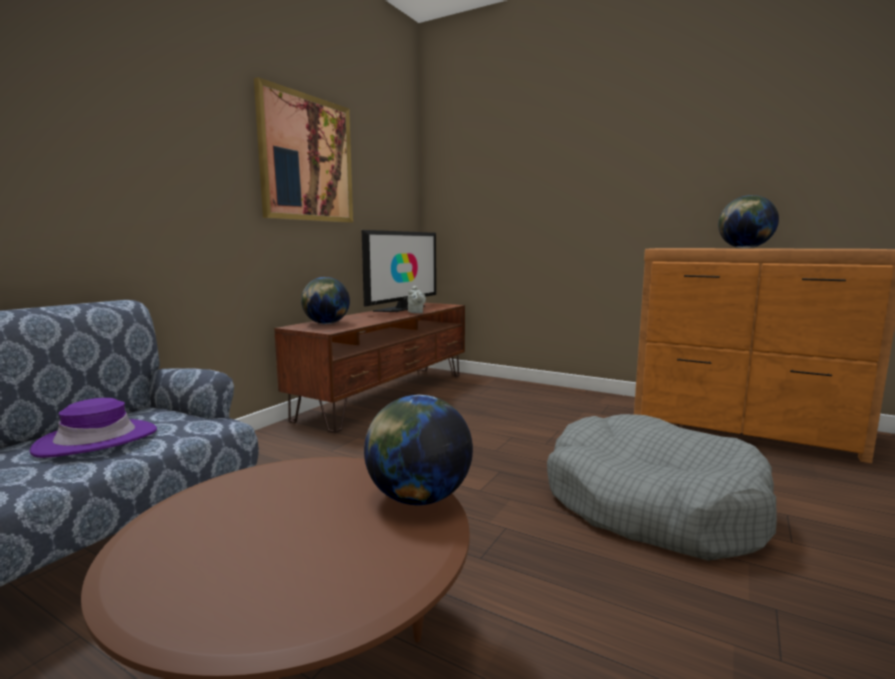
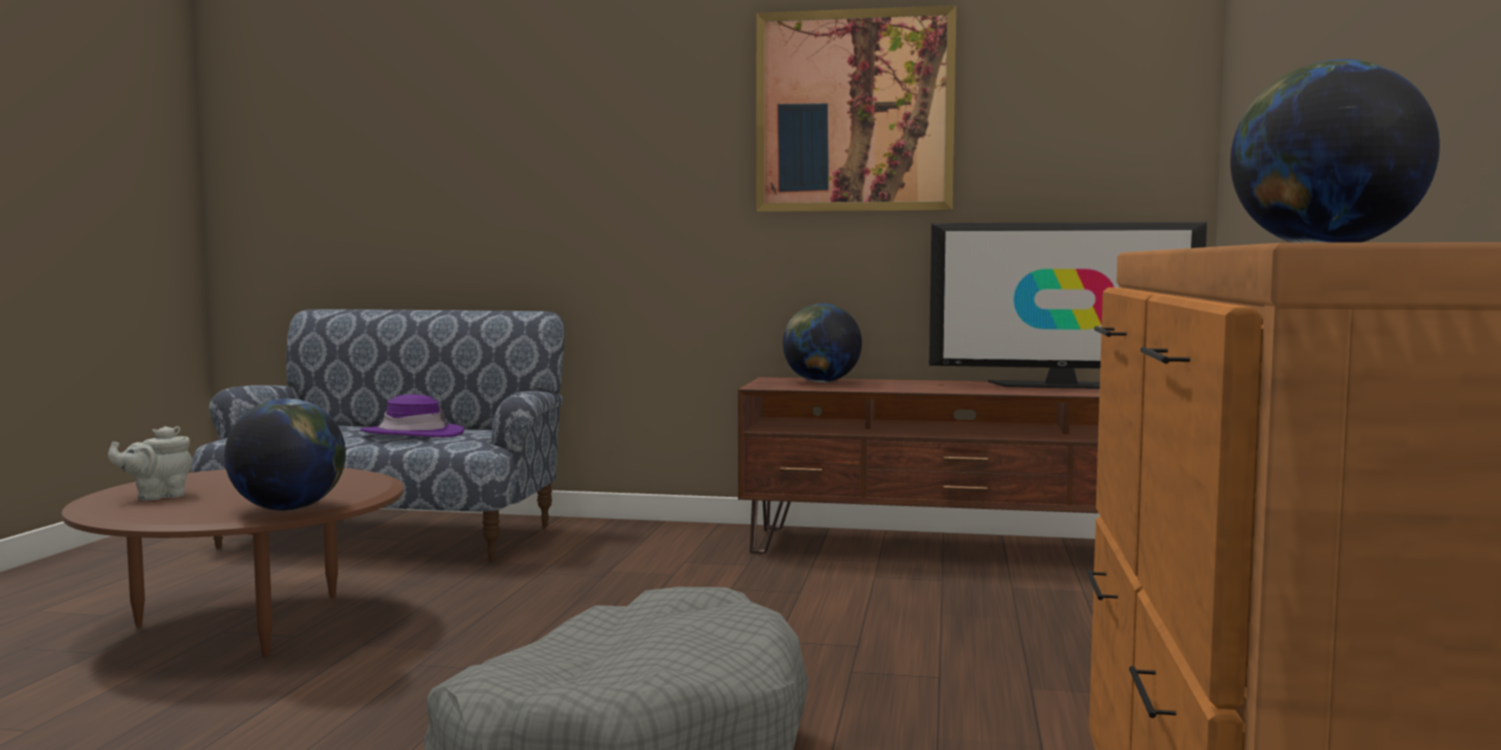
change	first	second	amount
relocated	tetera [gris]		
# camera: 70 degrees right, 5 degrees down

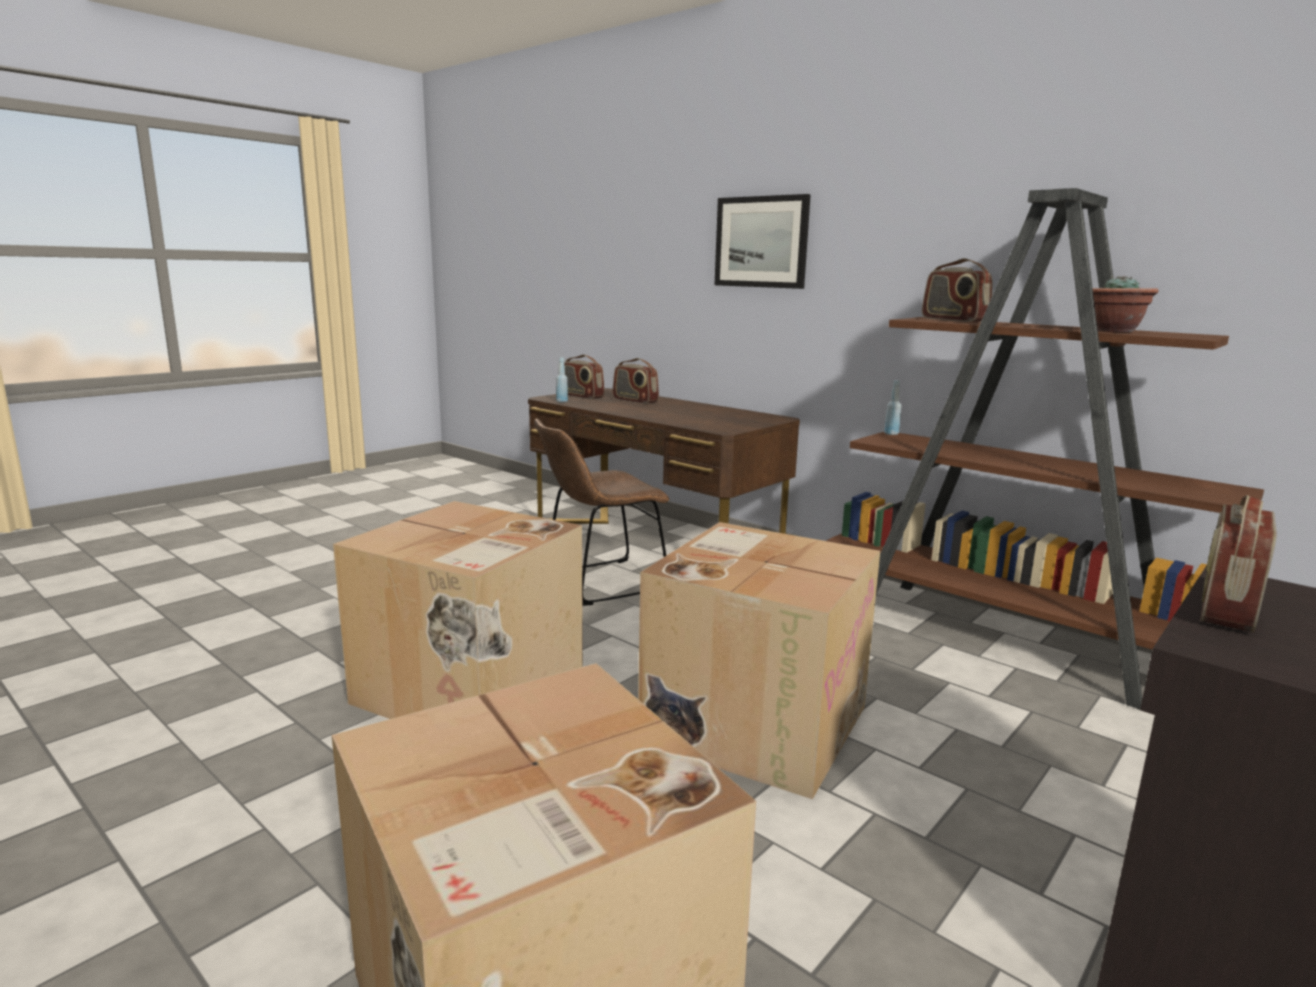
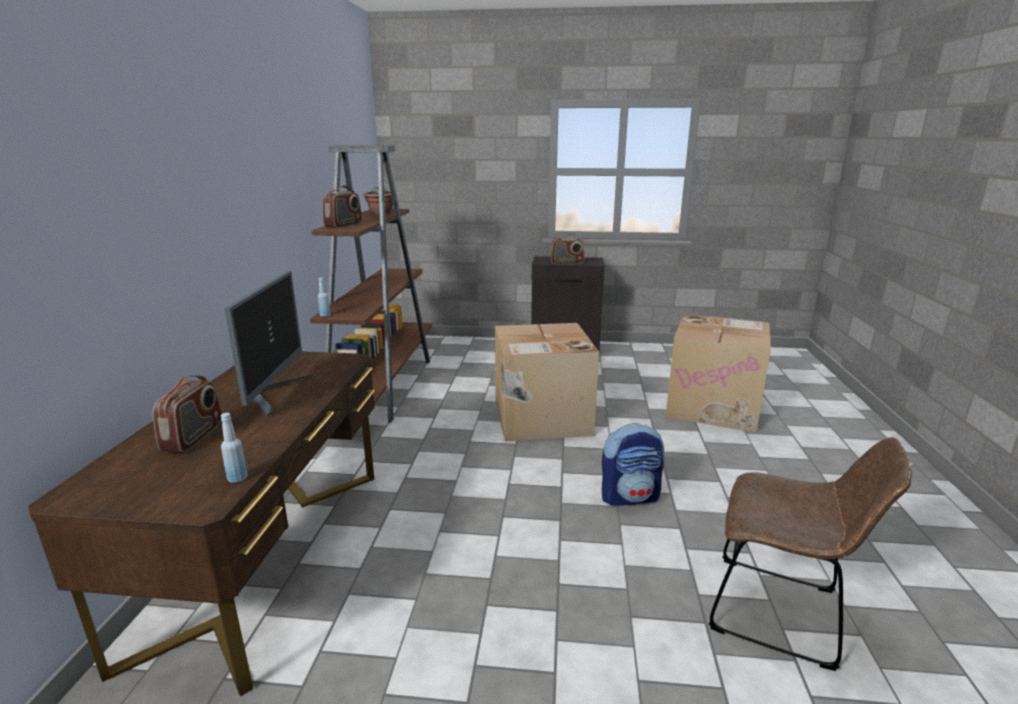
change	first	second	amount
missing	cuadro		
missing	radio (no. 1 from left)		
relocated	silla [marrón]		
exchanged	caja de cartón (no. 1 from left)	mochila	
appeared		monitor	
# camera: 125 degrees left, 5 degrees up

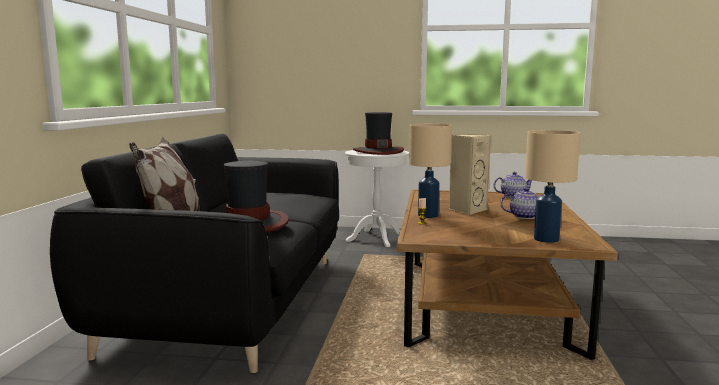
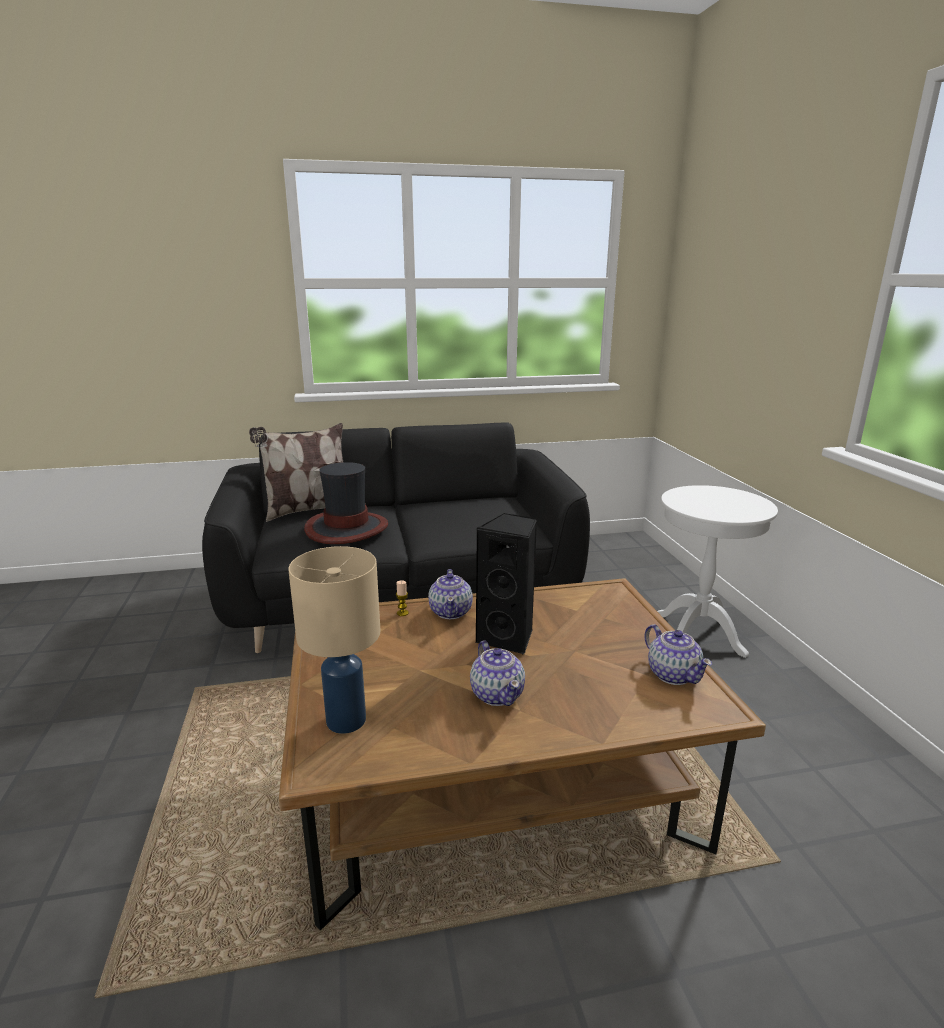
change	first	second	amount
missing	sombrero (no. 2 from left)		
exchanged	lámpara de mesa [beis] (no. 1 from left)	tetera (no. 1 from left)	
colour	altavoz [beis]	altavoz [negro]	
# camera: 70 degrees right, 10 degrees up

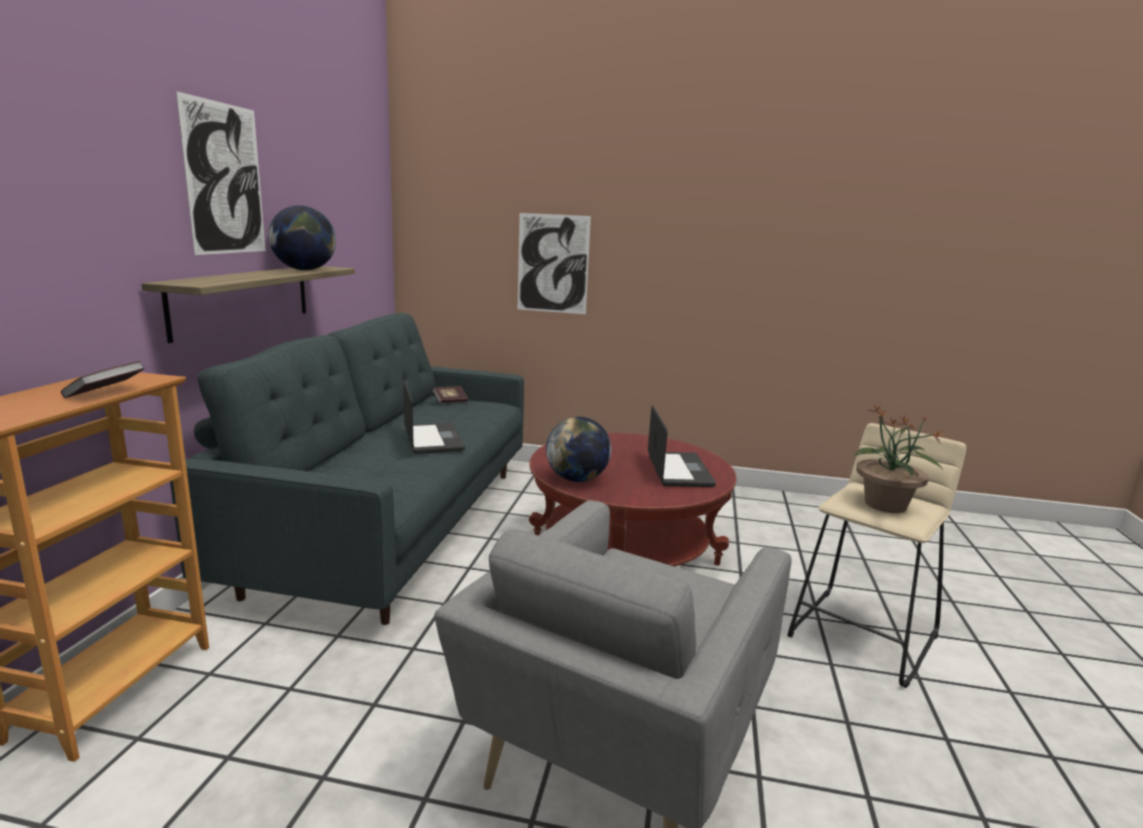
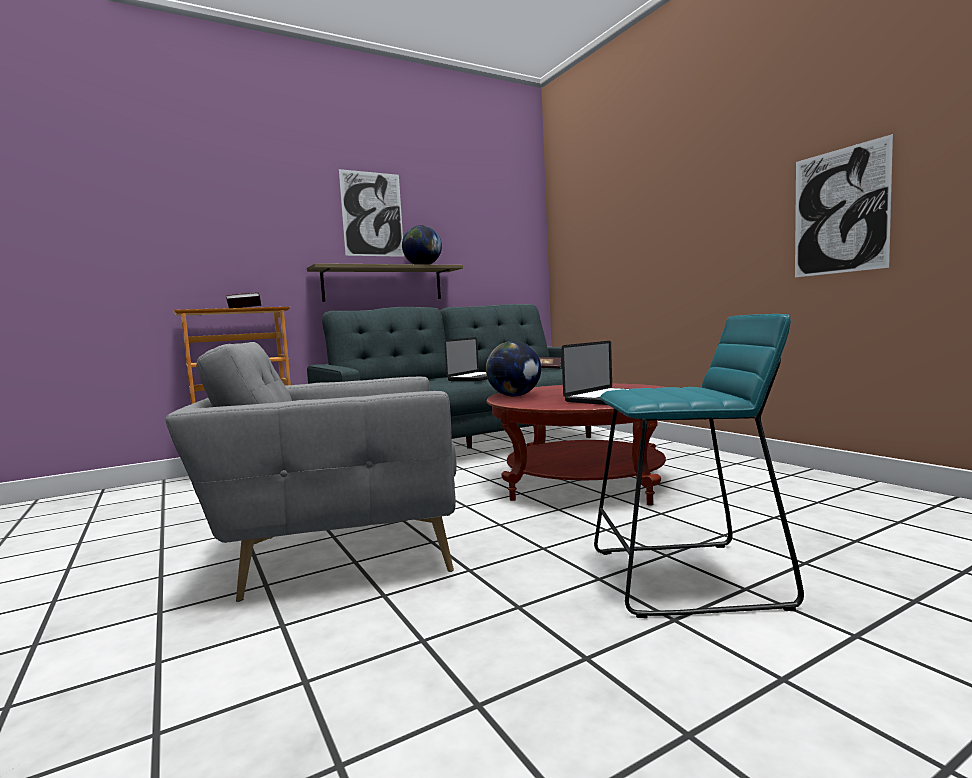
change	first	second	amount
relocated	cuadro (no. 2 from left)		
missing	planta en maceta		
colour	taburete [beis]	taburete [turquesa]	
# camera: 50 degrees right, 10 degrees down

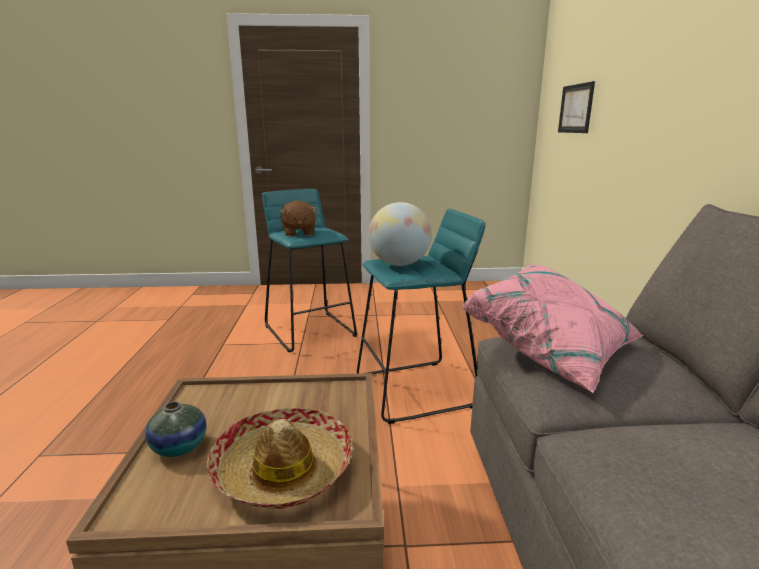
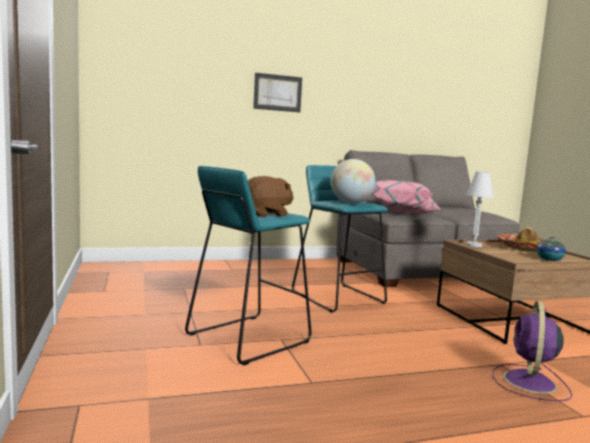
change	first	second	amount
relocated	cuadro		
appeared		lámpara de mesa [blanco]	
appeared		ventilador [morado]	
# camera: 105 degrees left, 10 degrees down

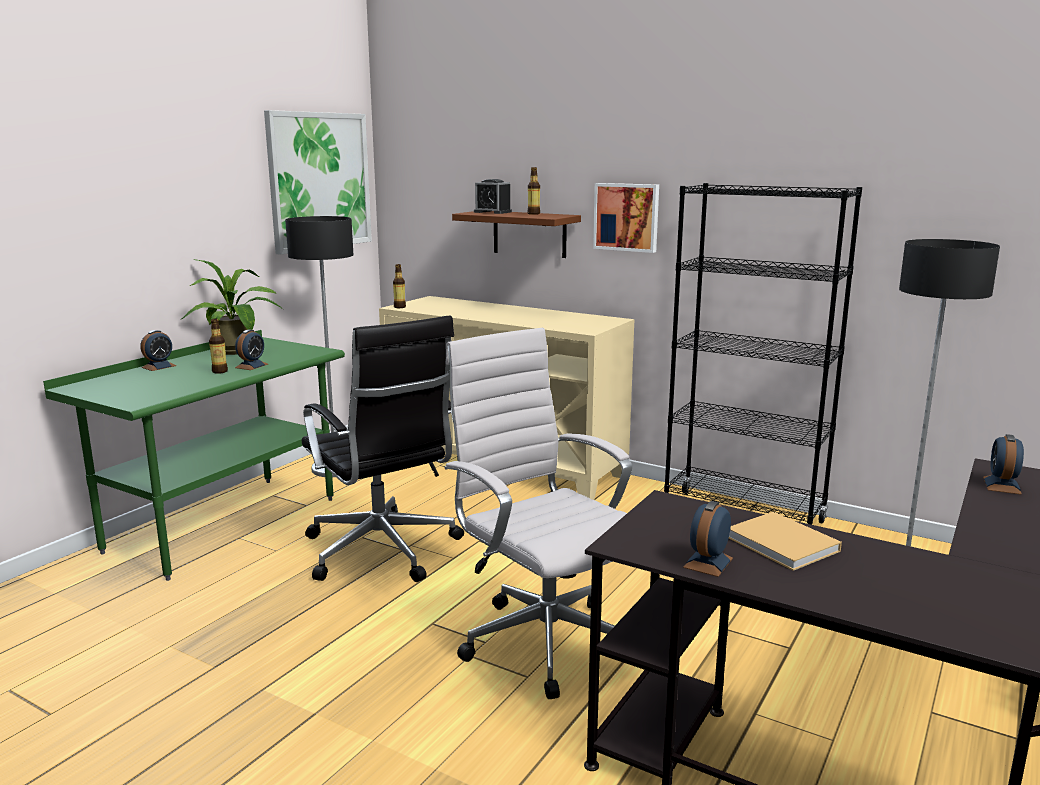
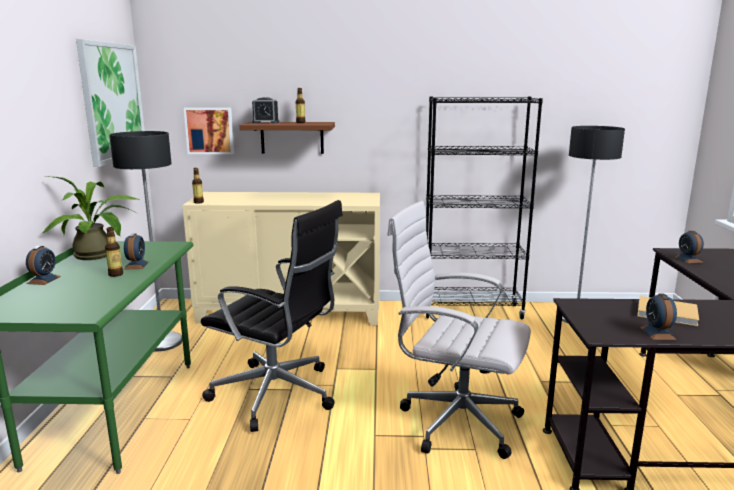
change	first	second	amount
relocated	cuadro (no. 2 from left)		
# camera: 30 degrees left, 0 degrees up

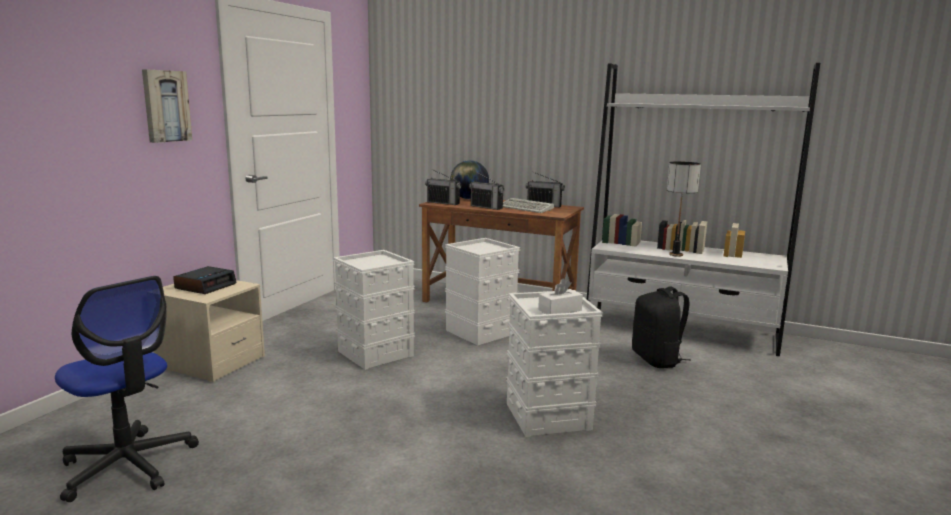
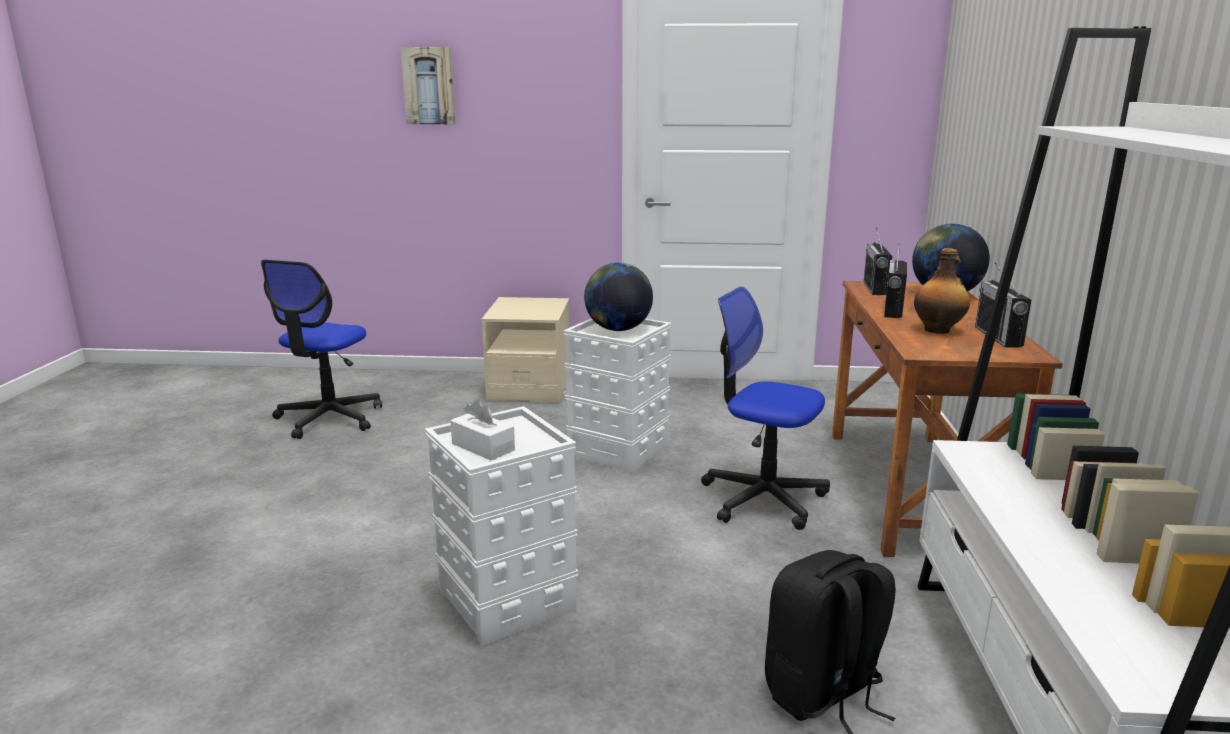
change	first	second	amount
relocated	cuadro		
missing	lámpara de mesa		
exchanged	teclado	botella	
exchanged	caja de almacenaje [blanco] (no. 2 from left)	silla de oficina (no. 2 from left)	
missing	despertador		
appeared		globo terráqueo (no. 1 from left)	
# camera: 70 degrees right, 5 degrees up

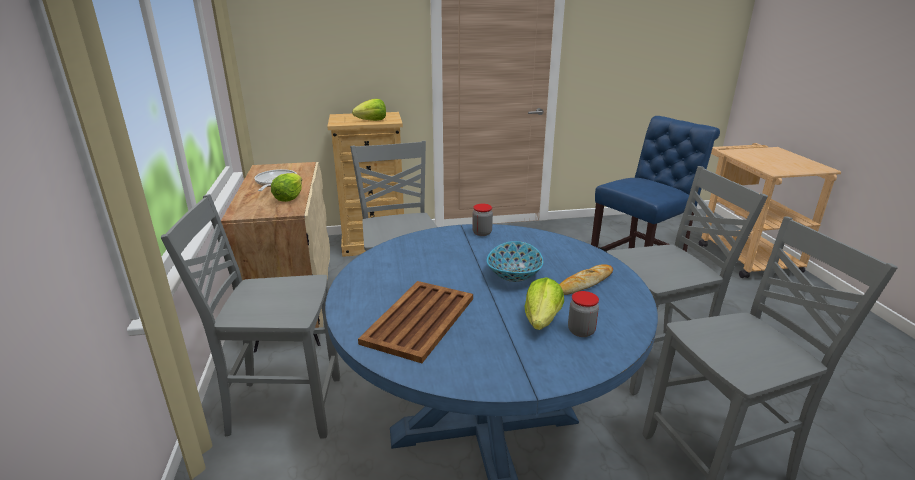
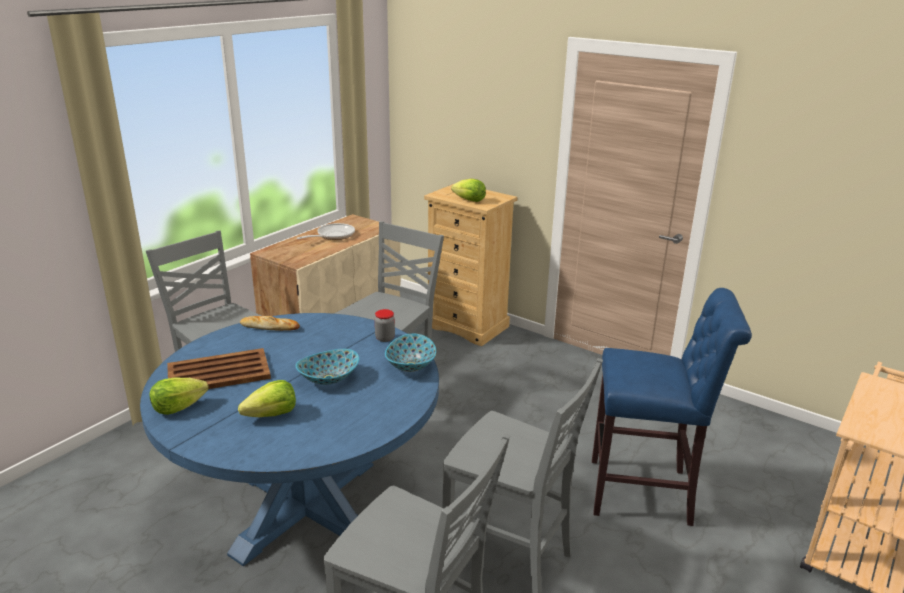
change	first	second	amount
relocated	lechuga (no. 1 from left)		
relocated	pan		
missing	tarro (no. 2 from left)		
appeared		cuenco (no. 2 from left)	
# camera: 45 degrees right, 0 degrees up

